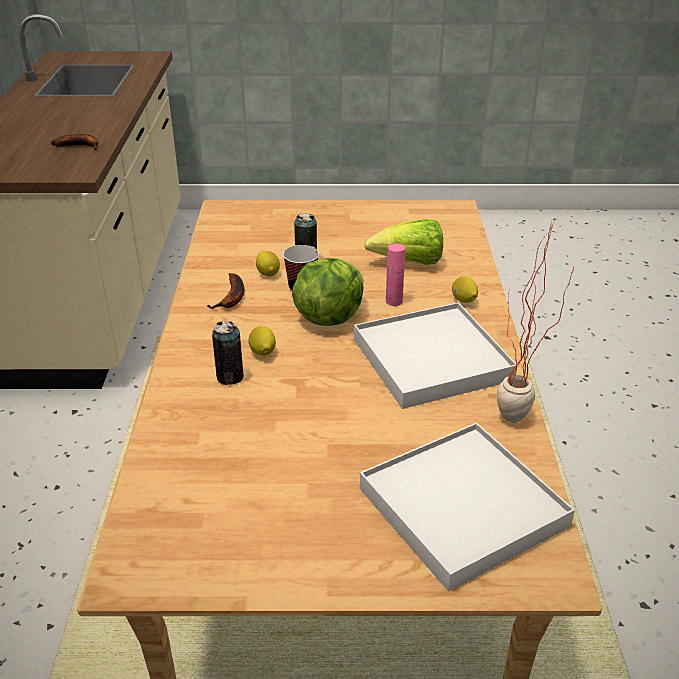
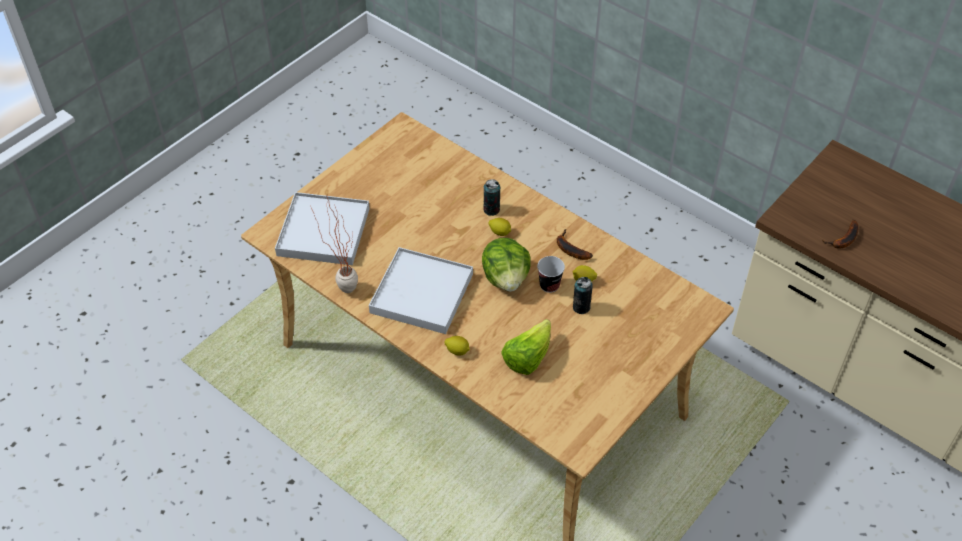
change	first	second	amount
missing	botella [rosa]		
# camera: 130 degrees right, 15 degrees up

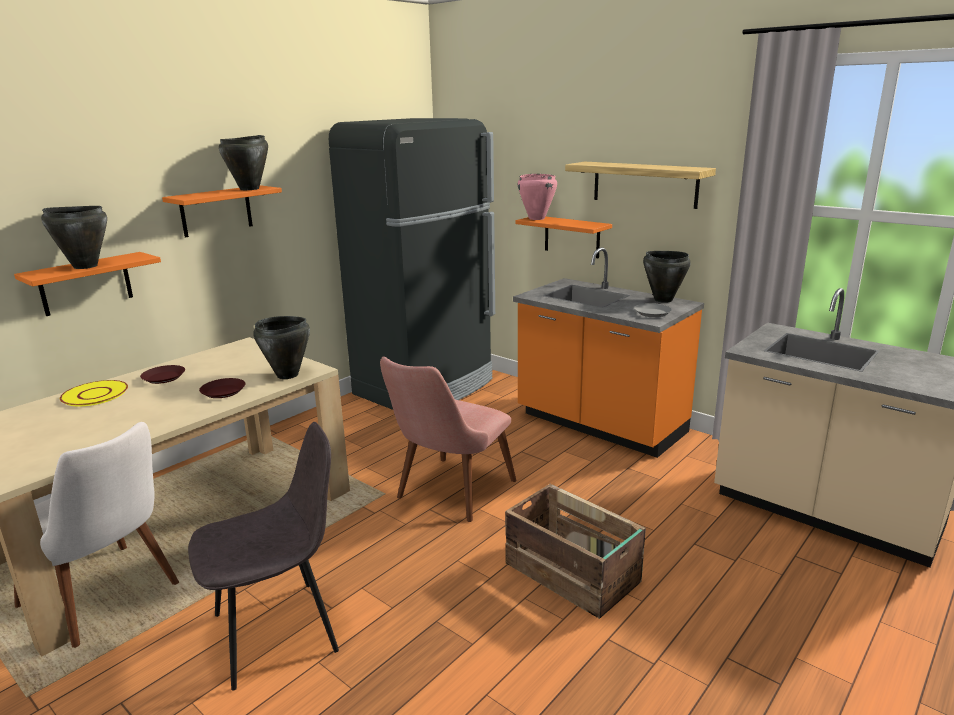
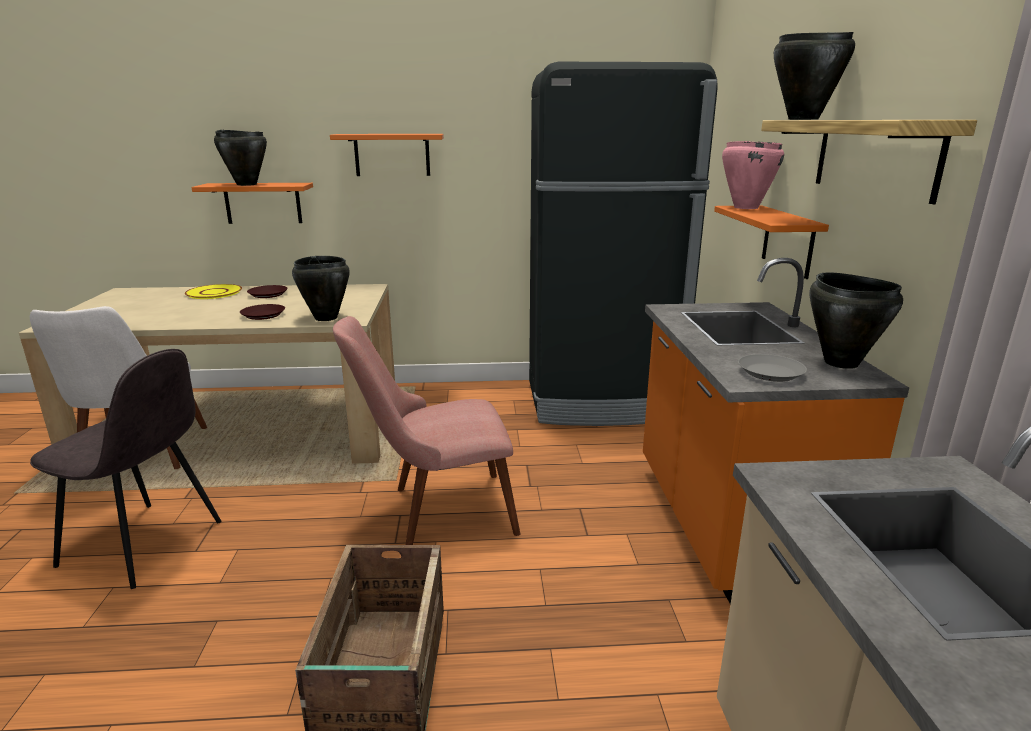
change	first	second	amount
relocated	olla [negro] (no. 2 from left in the first image)	olla [negro] (no. 3 from left)	
# camera: 45 degrees right, 0 degrees up

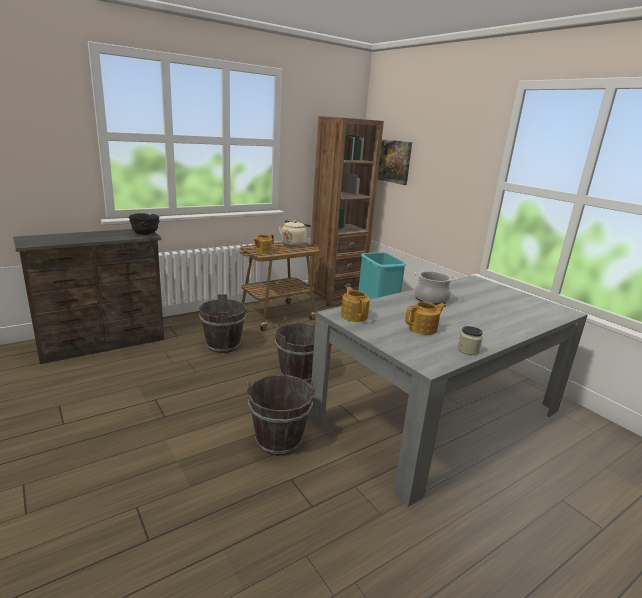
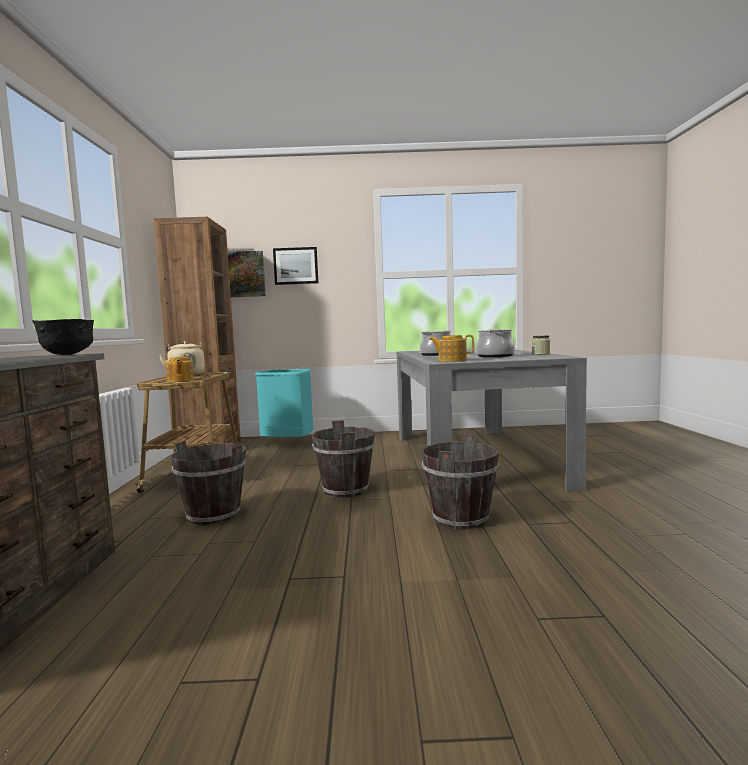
change	first	second	amount
exchanged	tetera (no. 3 from left)	olla (no. 2 from left)	
appeared		cuadro (no. 2 from left)	
# camera: 55 degrees left, 15 degrees down

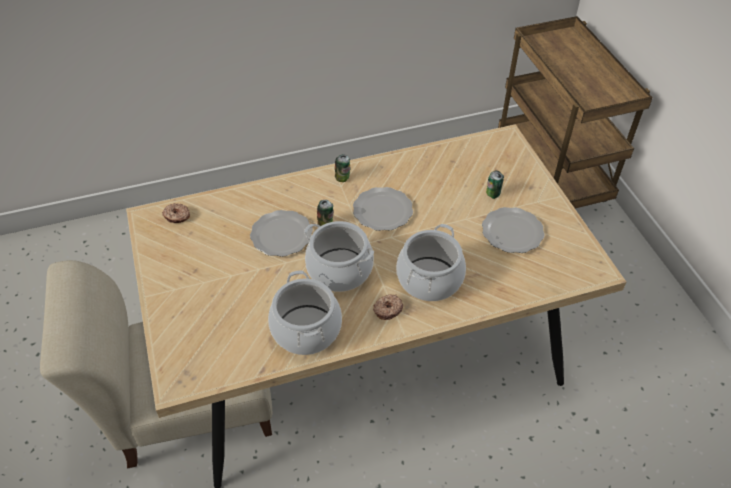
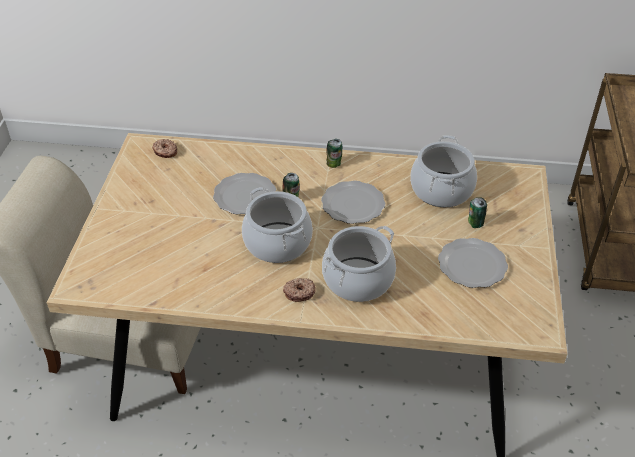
change	first	second	amount
relocated	olla (no. 1 from left in the first image)	olla (no. 3 from left)	
# camera: 25 degrees right, 5 degrees down

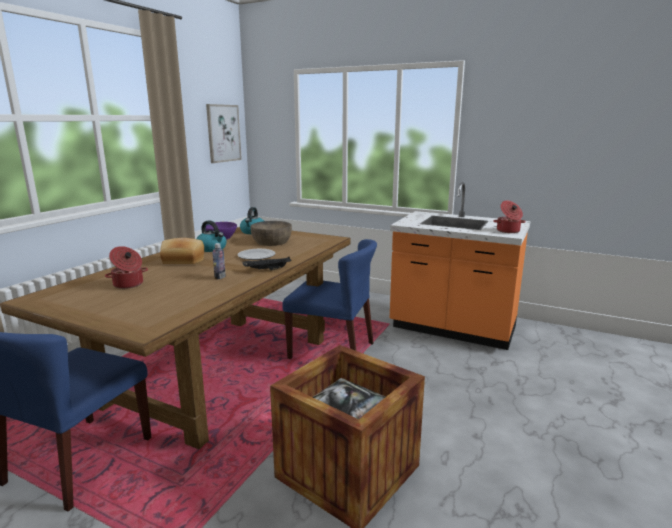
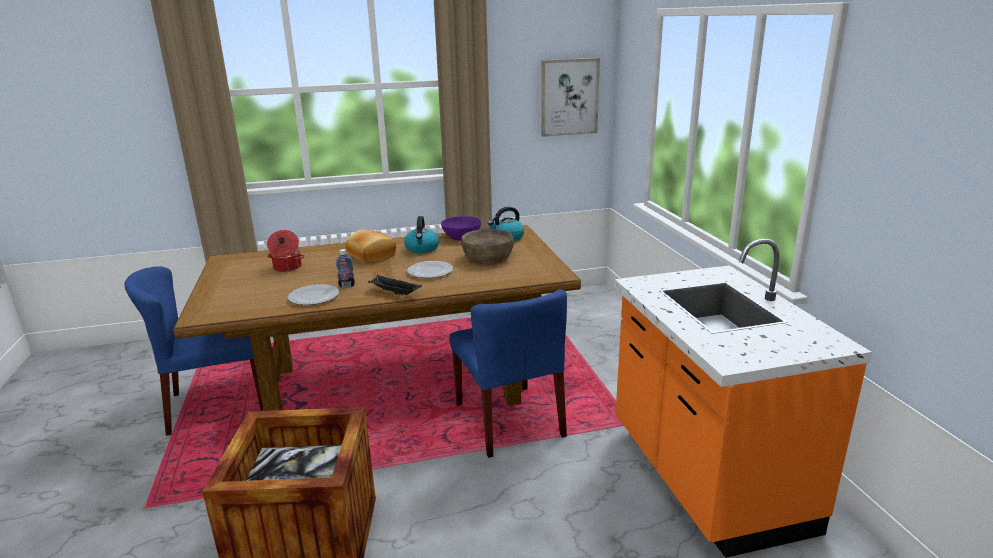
change	first	second	amount
missing	olla (no. 2 from left)		
appeared		plato (no. 1 from left)	
# camera: 50 degrees right, 5 degrees up

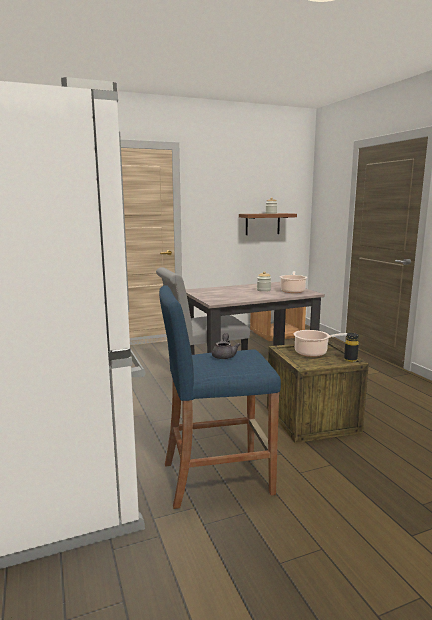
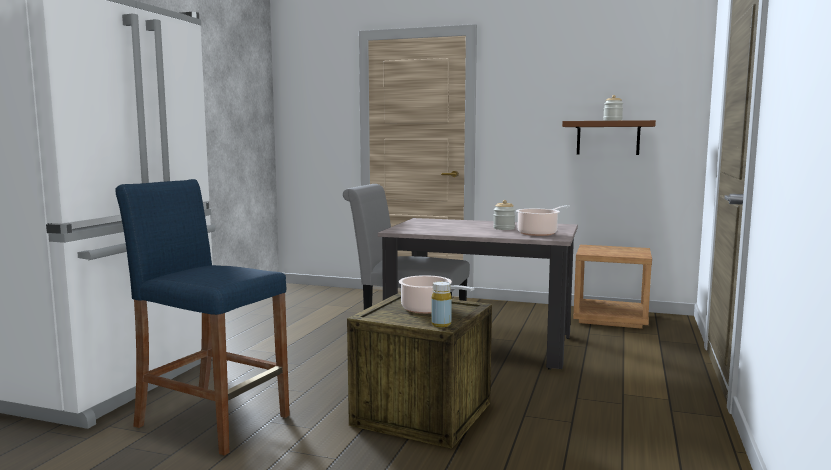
change	first	second	amount
missing	tetera [gris]		
colour	botella [negro]	botella [amarillo]	
# camera: 40 degrees right, 5 degrees down

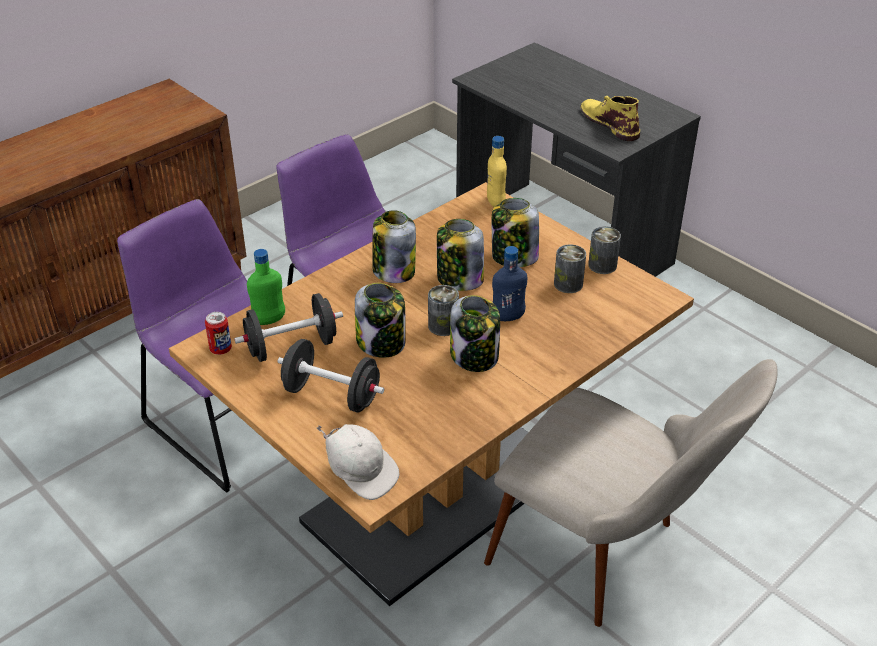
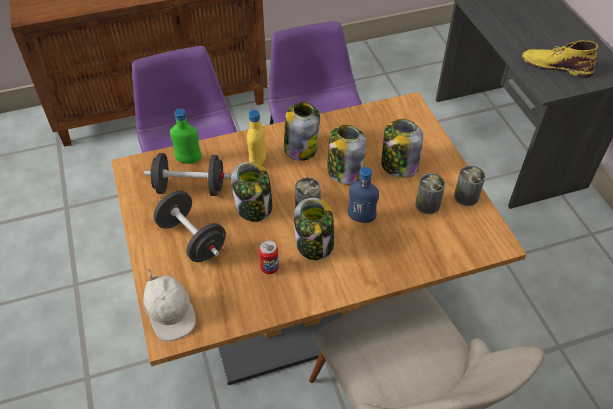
change	first	second	amount
spun	bota [amarillo]		60 degrees counterclockwise
relocated	botella [amarillo]		
relocated	lata (no. 1 from left)		
# camera: 25 degrees right, 10 degrees up

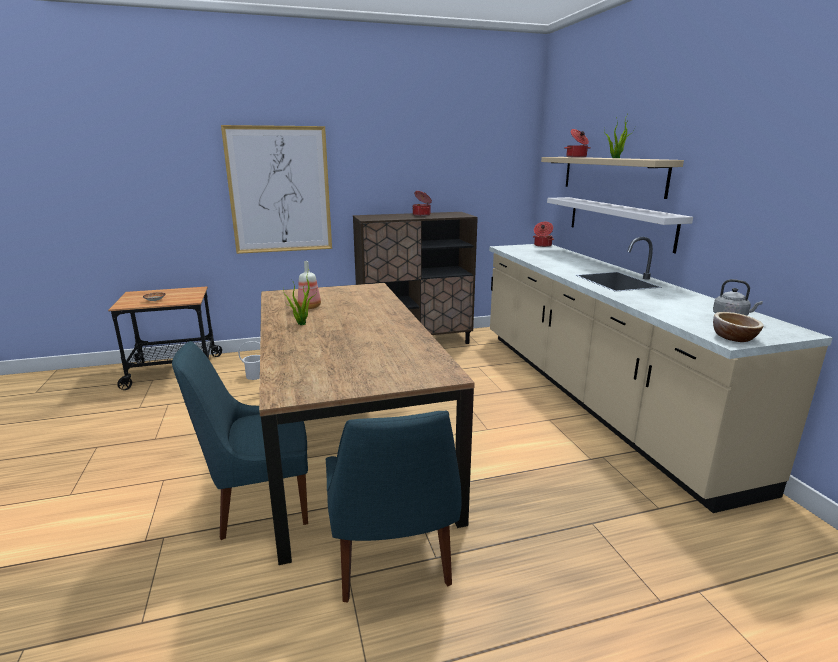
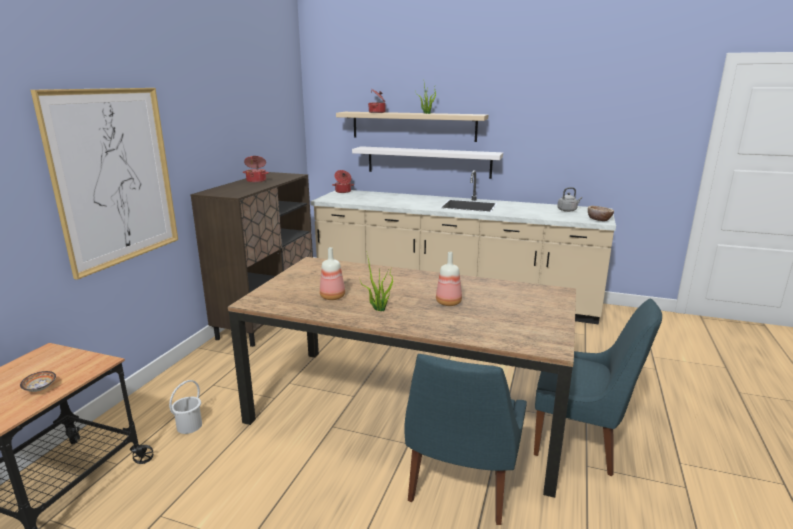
change	first	second	amount
appeared		botella (no. 2 from left)	
# camera: 55 degrees left, 0 degrees up

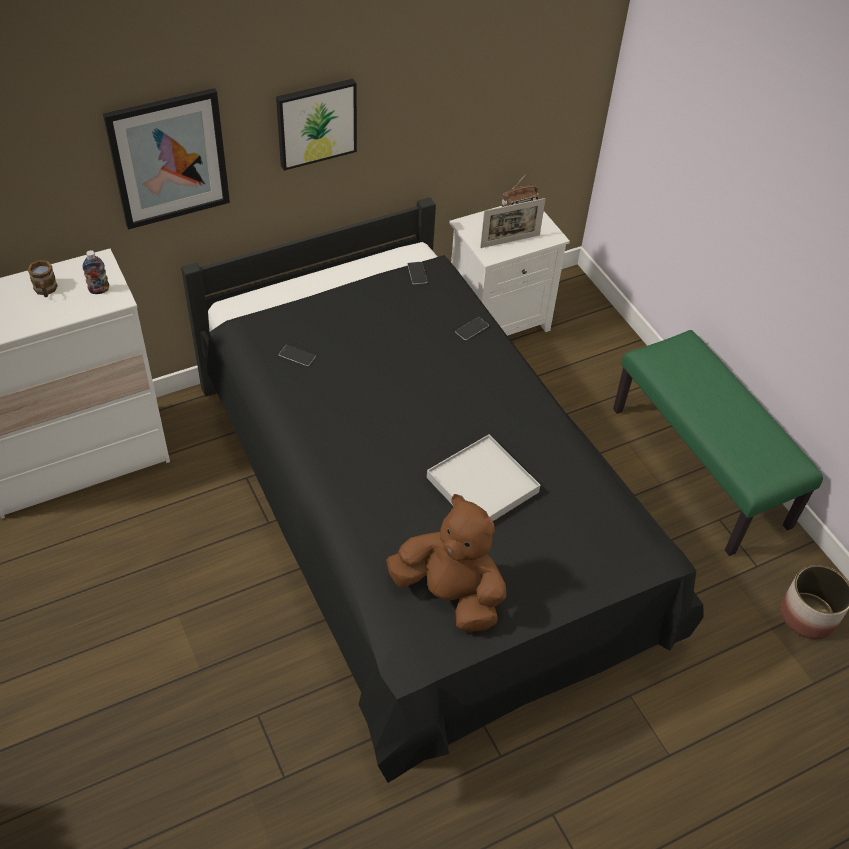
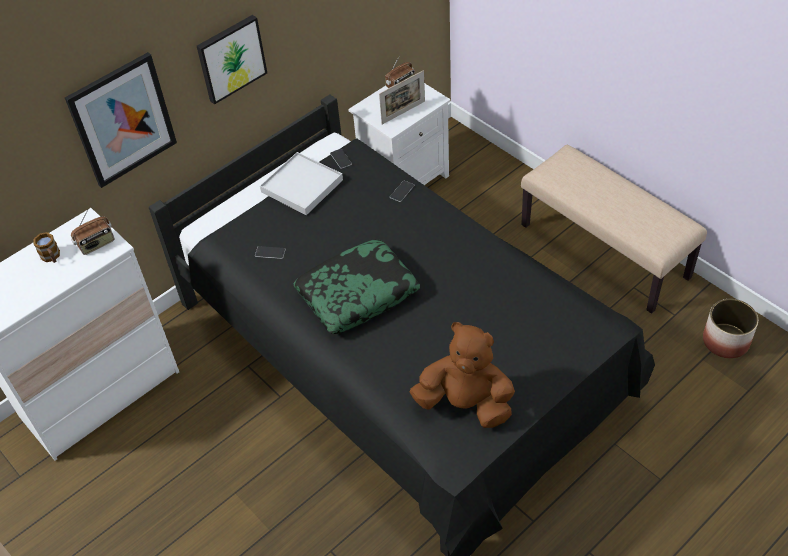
change	first	second	amount
exchanged	botella	radio (no. 1 from left)	
colour	banco [verde]	banco [beis]	
relocated	bandeja [blanco]		
appeared		cojín	
# camera: 10 degrees left, 0 degrees up

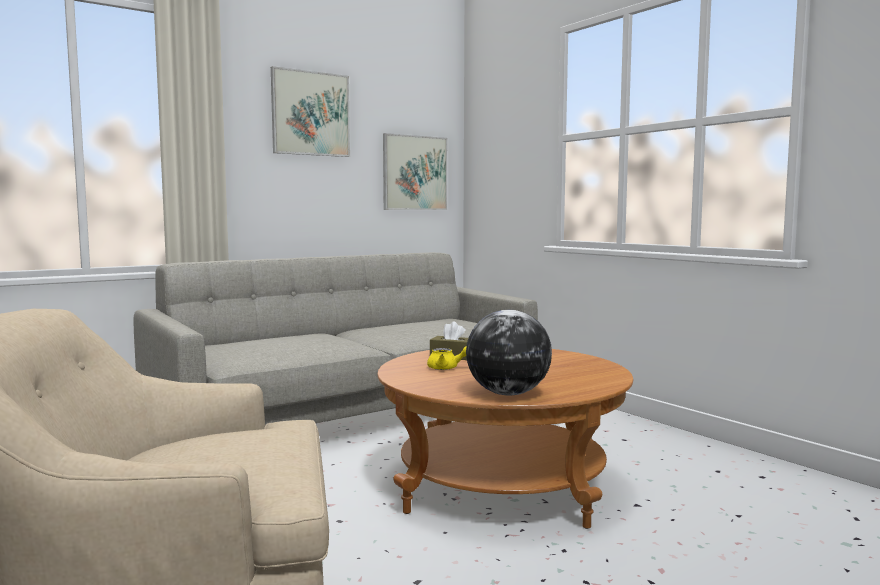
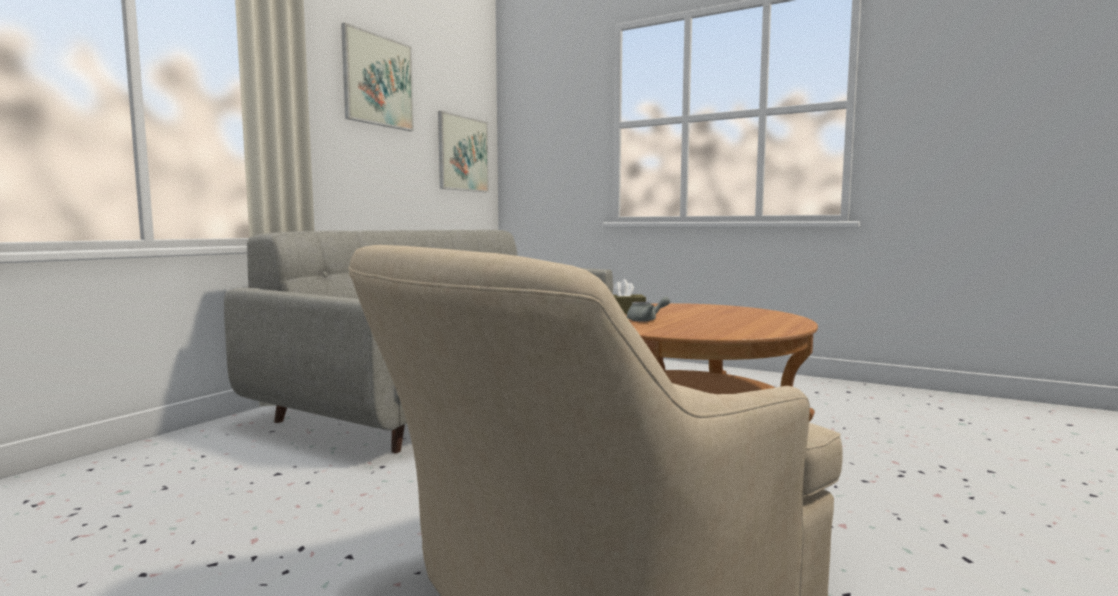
change	first	second	amount
missing	globo terráqueo		
colour	tetera [amarillo]	tetera [gris]	
# camera: 25 degrees left, 0 degrees up

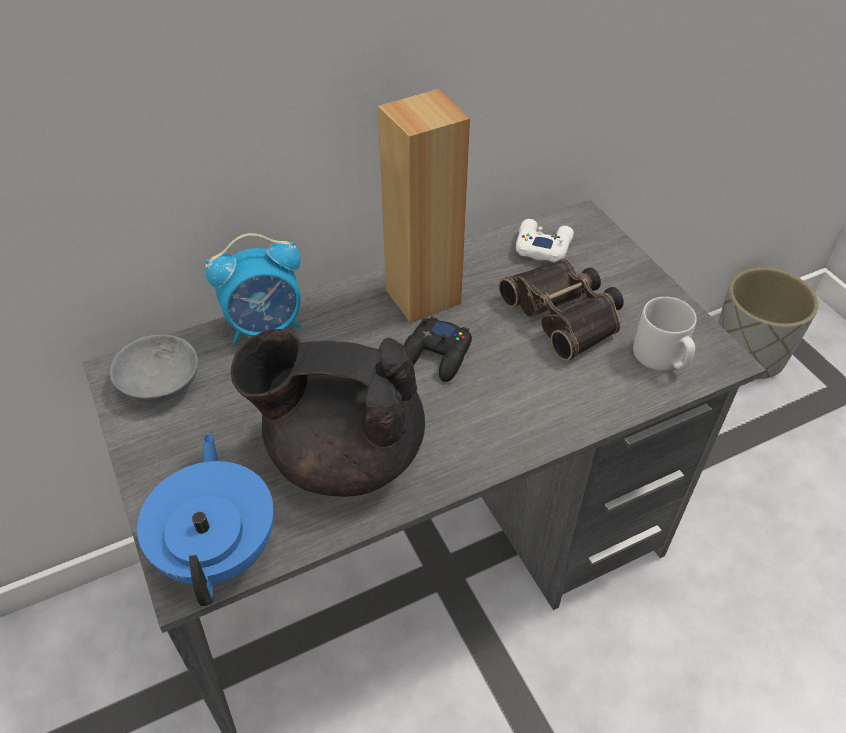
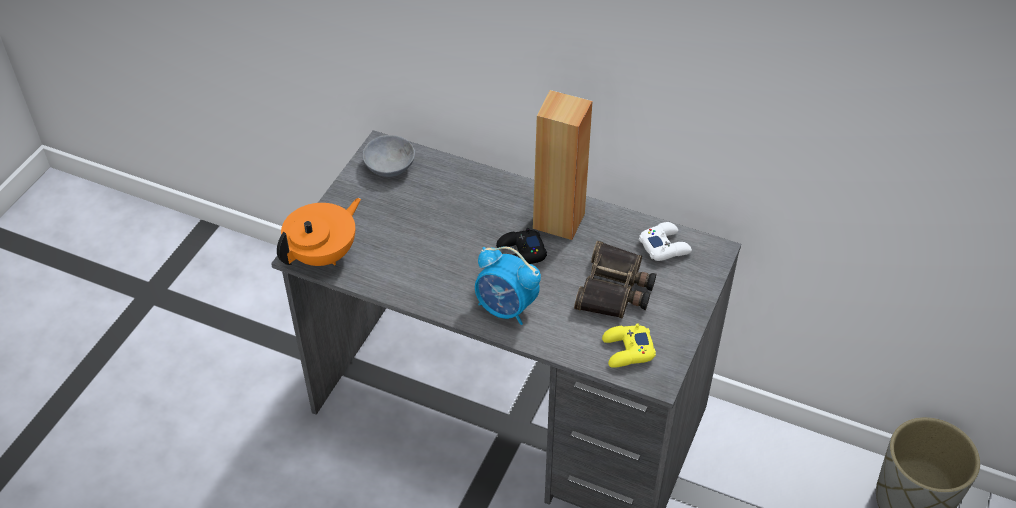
change	first	second	amount
relocated	despertador		
exchanged	taza grande [gris]	mando de consola [amarillo]	
missing	tetera [negro]		
colour	tetera [azul]	tetera [naranja]	
# camera: 50 degrees right, 0 degrees up

